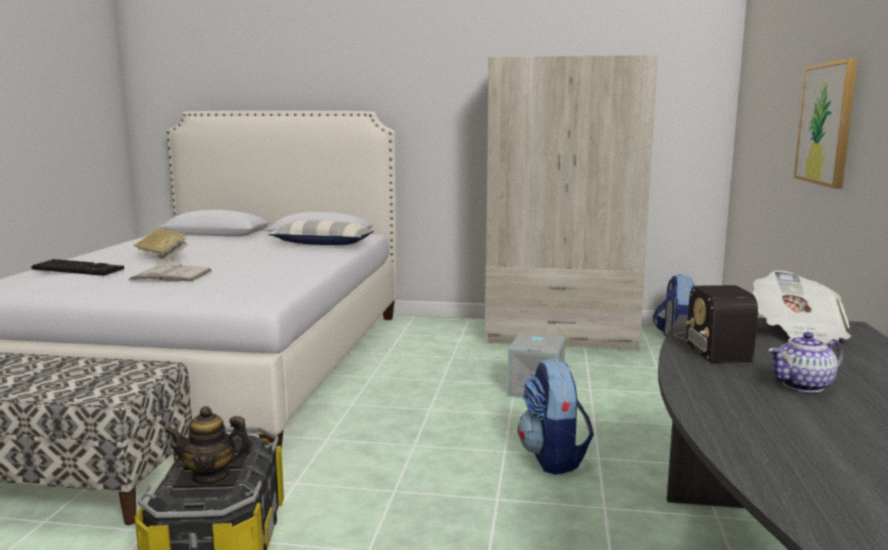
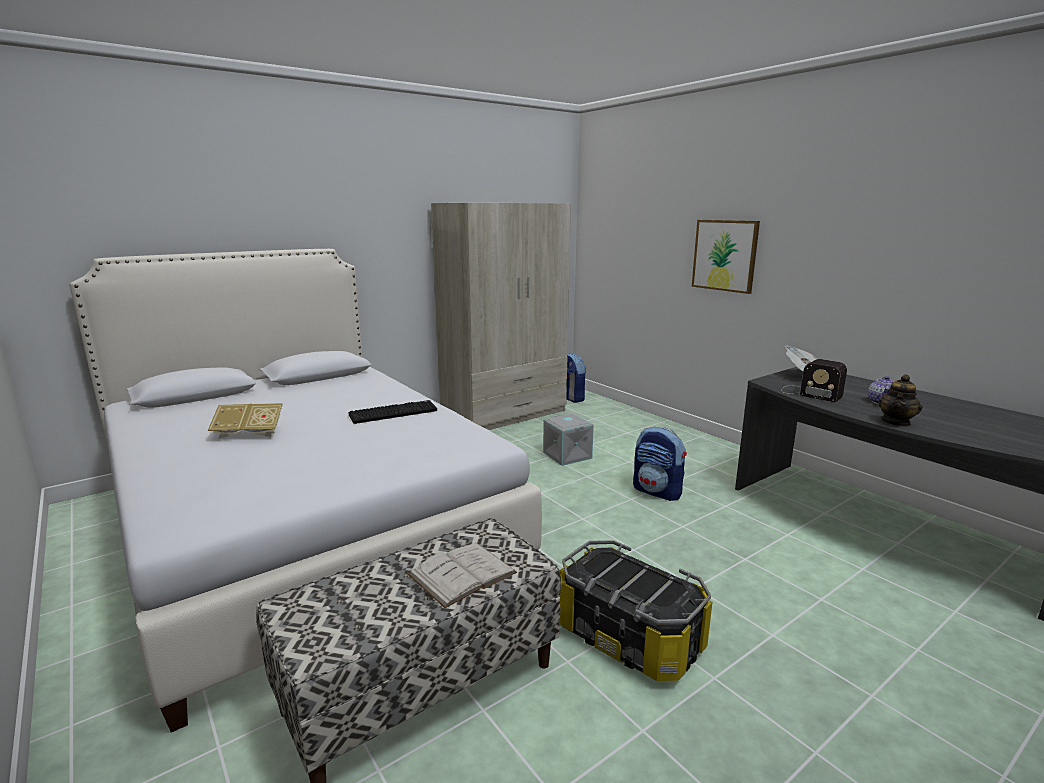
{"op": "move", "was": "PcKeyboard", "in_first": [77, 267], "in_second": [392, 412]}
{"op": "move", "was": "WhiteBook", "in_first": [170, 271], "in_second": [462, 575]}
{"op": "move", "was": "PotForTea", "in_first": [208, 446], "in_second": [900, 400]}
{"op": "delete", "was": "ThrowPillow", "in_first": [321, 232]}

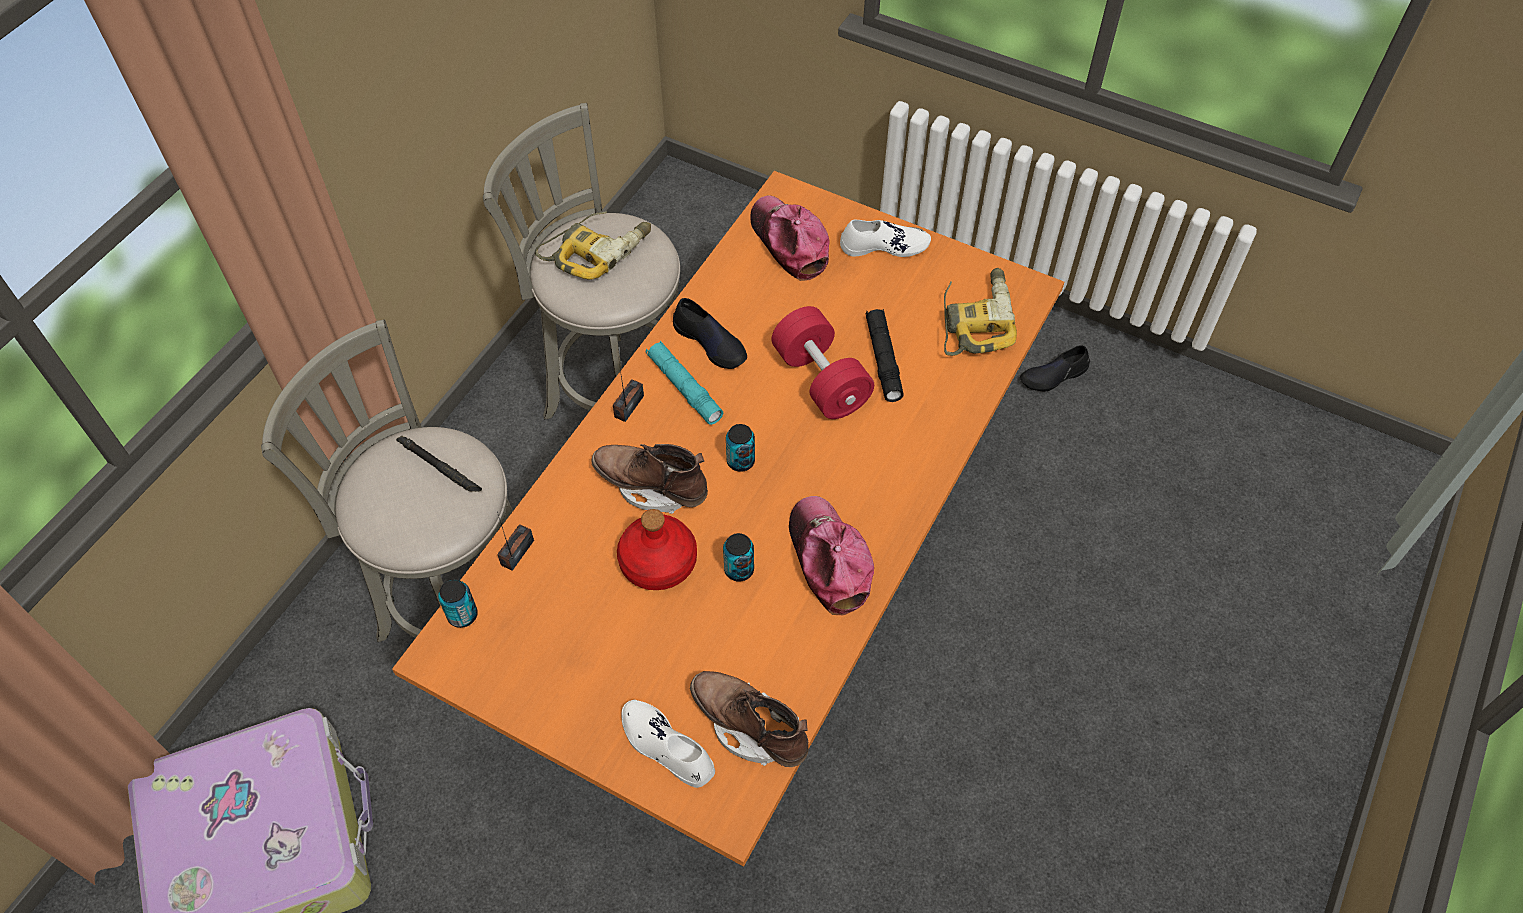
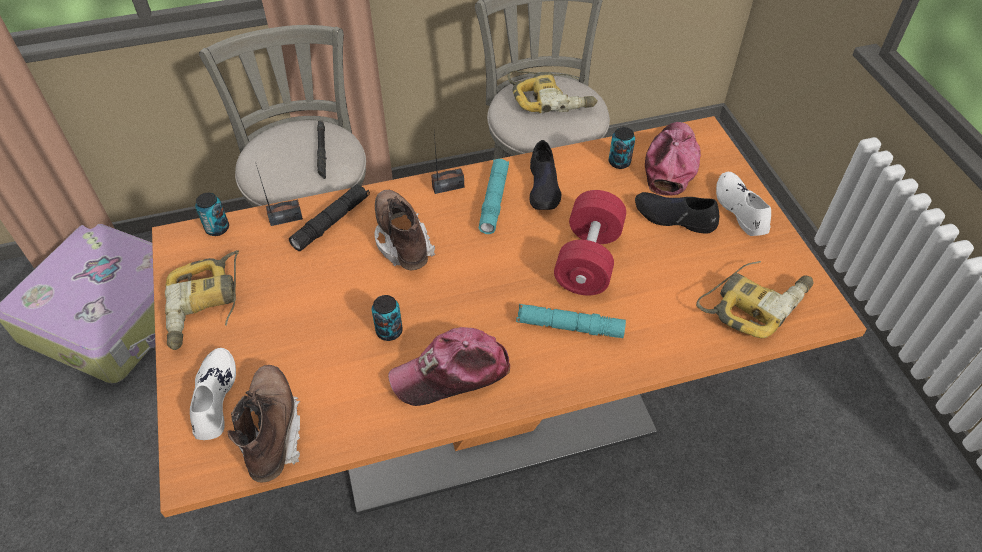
{"op": "insert", "now": "PowerDrill", "in_second": [202, 300]}
{"op": "move", "was": "BlackColouredTorch", "in_first": [885, 355], "in_second": [329, 217]}
{"op": "rotate", "was": "PeakedCap", "in_first": [831, 555], "in_second": [449, 366], "clockwise": -135}
{"op": "insert", "now": "TurquoiseTorch", "in_second": [571, 321]}
{"op": "move", "was": "Can", "in_first": [740, 448], "in_second": [622, 148]}
{"op": "move", "was": "BlackColouredItemOfFootwear", "in_first": [1055, 368], "in_second": [677, 212]}
{"op": "rotate", "was": "WhiteItemOfFootwear", "in_first": [885, 238], "in_second": [743, 204], "clockwise": -150}
{"op": "delete", "was": "RedColouredBeverageBottle", "in_first": [657, 549]}

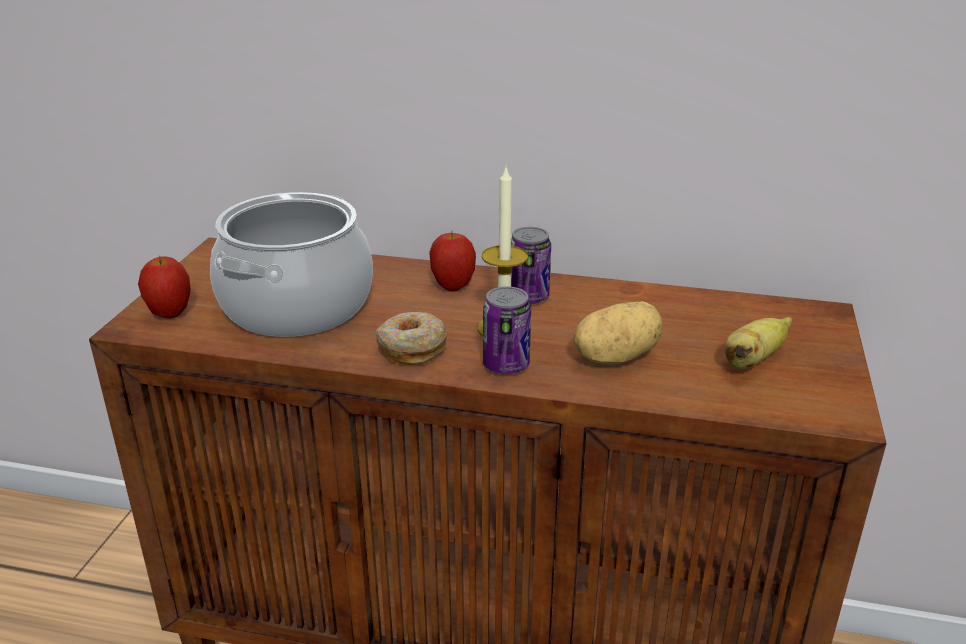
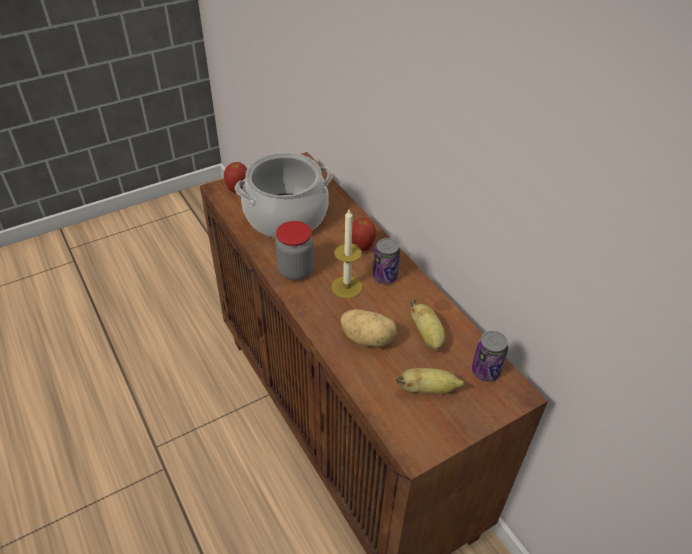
{"op": "replace", "was": "RingDoughnut", "now": "Jar", "in_first": [411, 338], "in_second": [294, 250]}
{"op": "insert", "now": "WholeBanana", "in_second": [427, 324]}
{"op": "move", "was": "Can", "in_first": [507, 330], "in_second": [490, 356]}

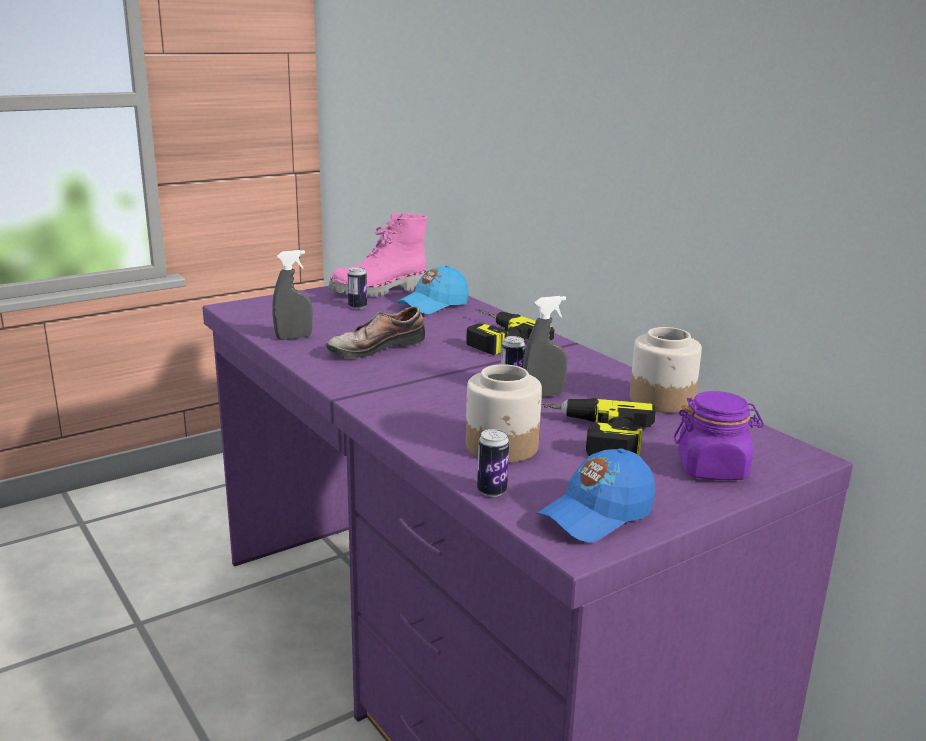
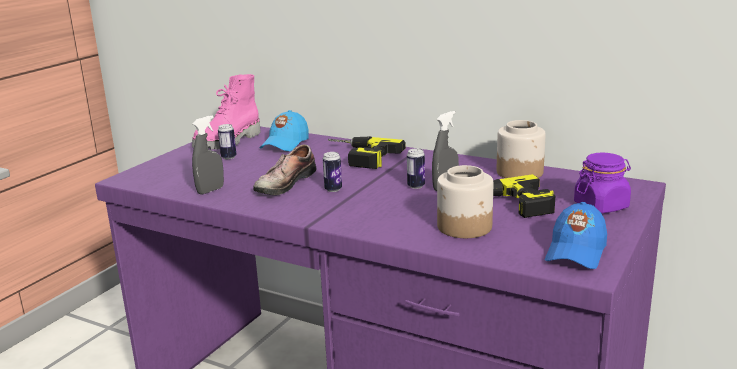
{"op": "move", "was": "Can", "in_first": [493, 463], "in_second": [332, 172]}

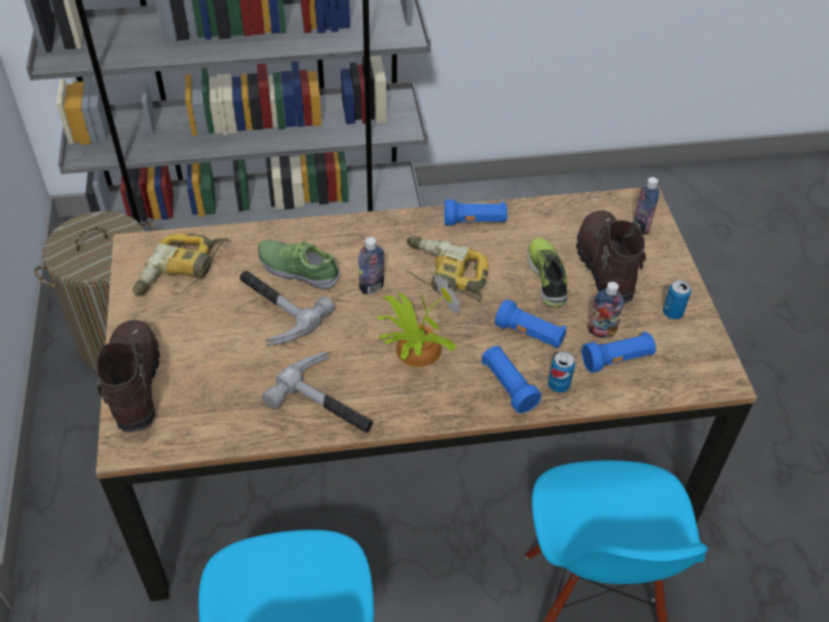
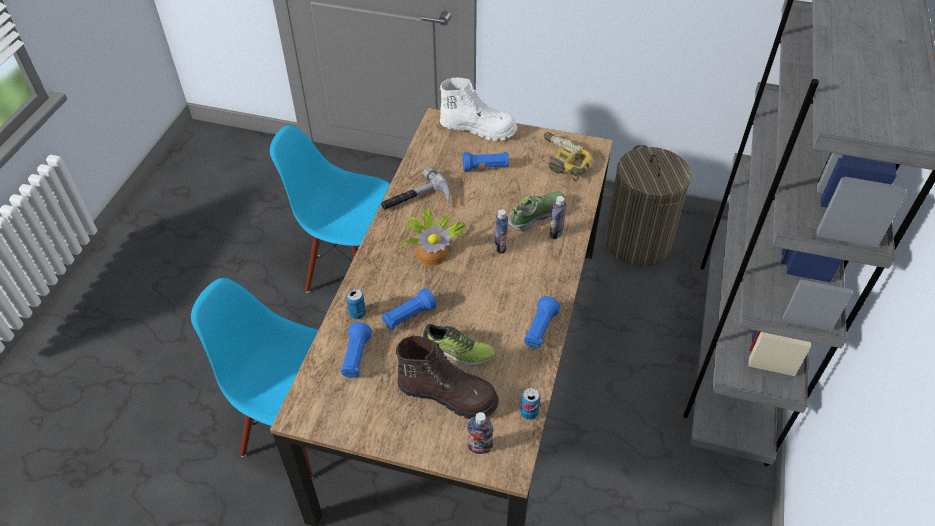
{"op": "recolor", "was": "BrownColouredTallBoot", "now": "WhiteTallBoot", "in_first": [128, 376], "in_second": [478, 109]}
{"op": "move", "was": "BlueTorch", "in_first": [511, 379], "in_second": [486, 162]}
{"op": "move", "was": "Can", "in_first": [677, 299], "in_second": [530, 404]}
{"op": "move", "was": "BeverageBottle", "in_first": [606, 310], "in_second": [558, 217]}
{"op": "delete", "was": "HandHammer", "in_first": [287, 308]}
{"op": "delete", "was": "PowerDrill", "in_first": [447, 269]}

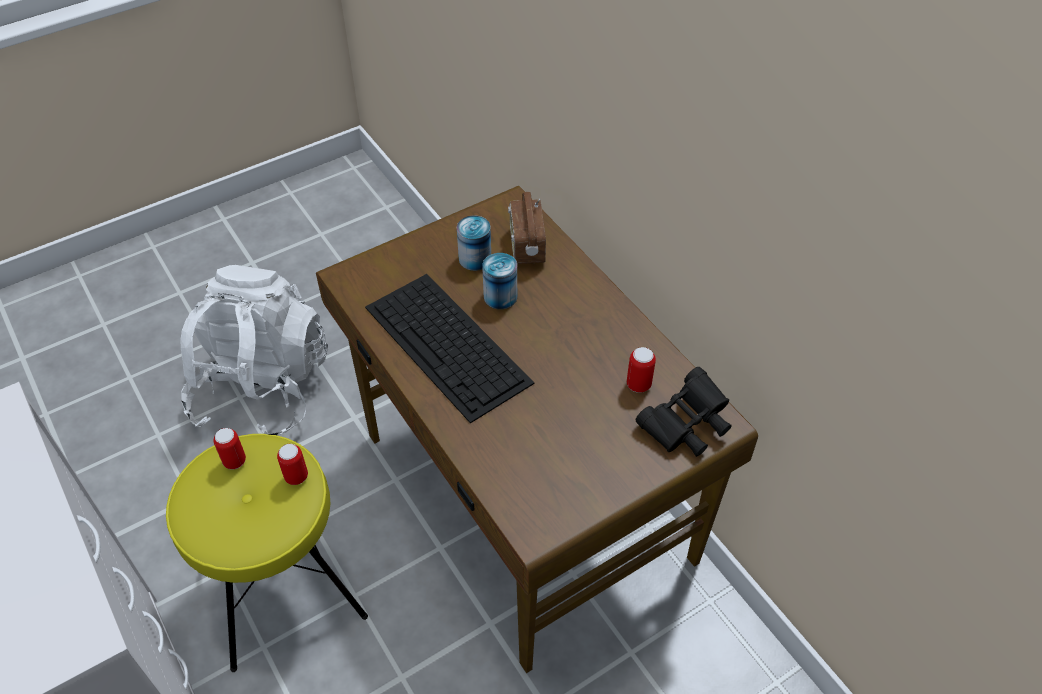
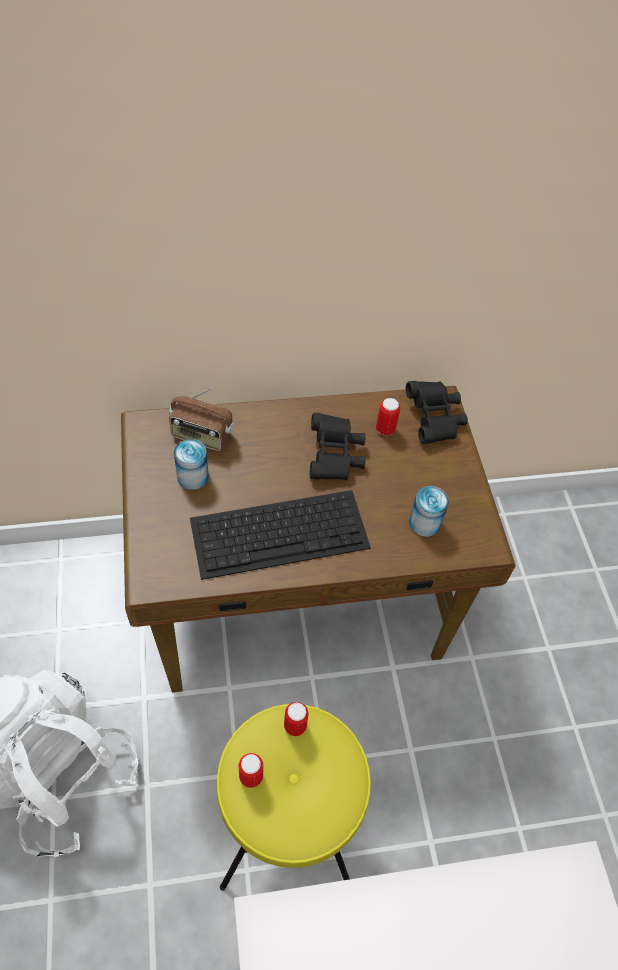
{"op": "insert", "now": "BlackColouredPairOfBinoculars", "in_second": [338, 446]}
{"op": "move", "was": "Can", "in_first": [499, 281], "in_second": [429, 511]}

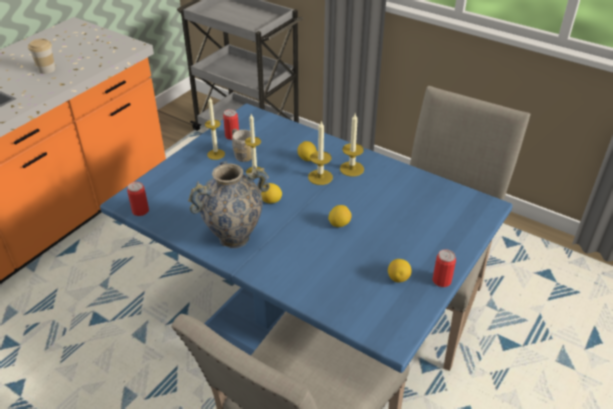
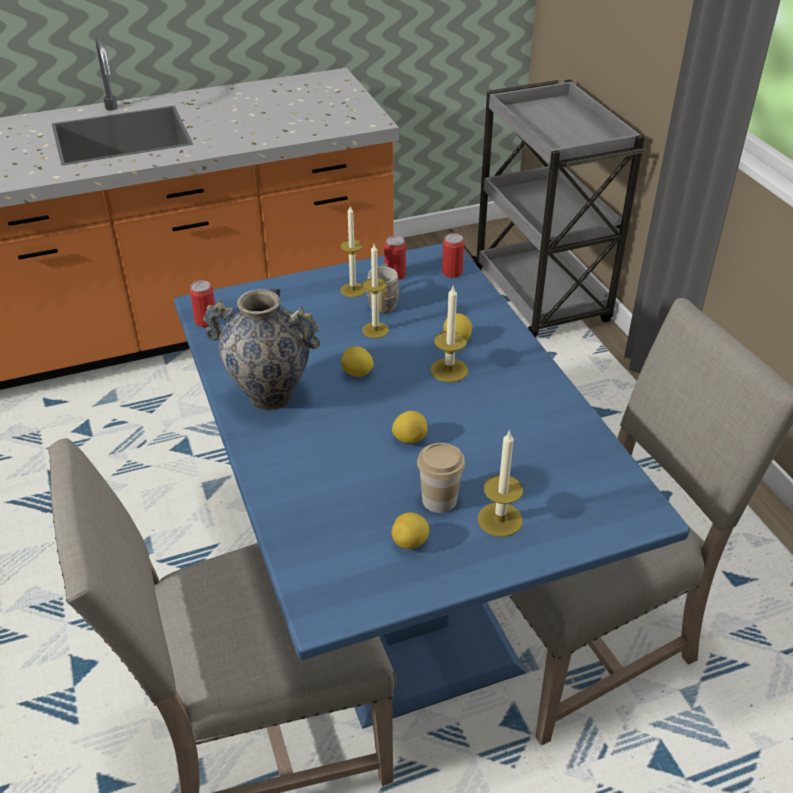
{"op": "move", "was": "SmallCup", "in_first": [42, 56], "in_second": [441, 478]}
{"op": "move", "was": "Can", "in_first": [444, 268], "in_second": [453, 255]}
{"op": "move", "was": "Candle", "in_first": [352, 145], "in_second": [500, 483]}

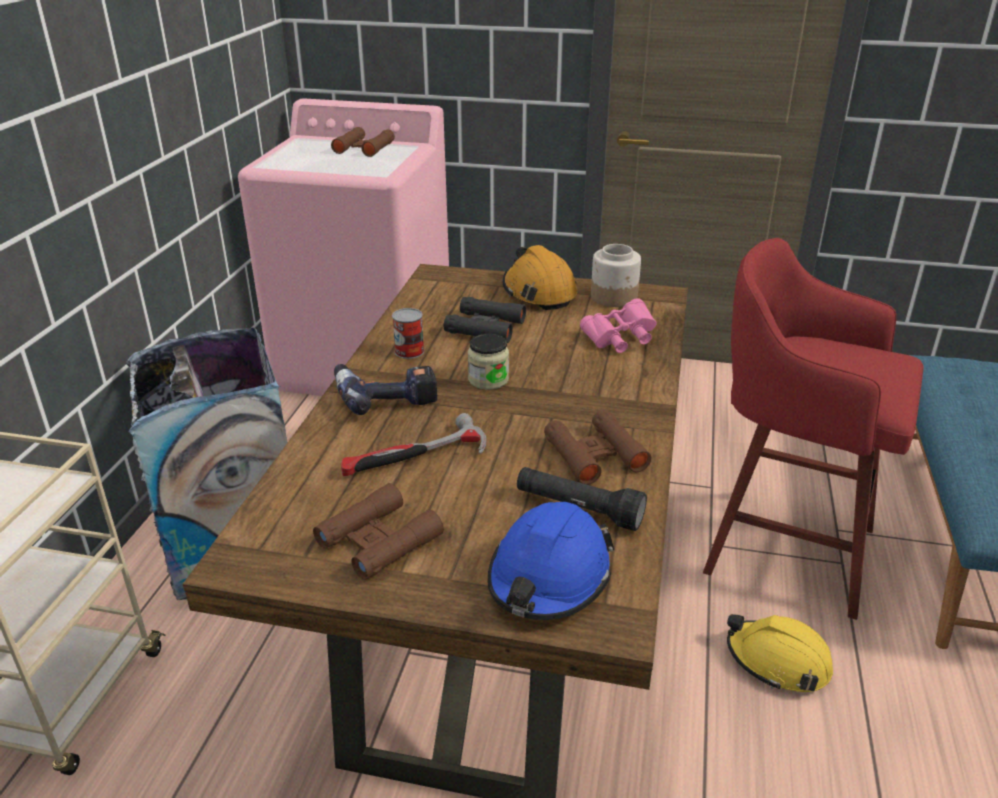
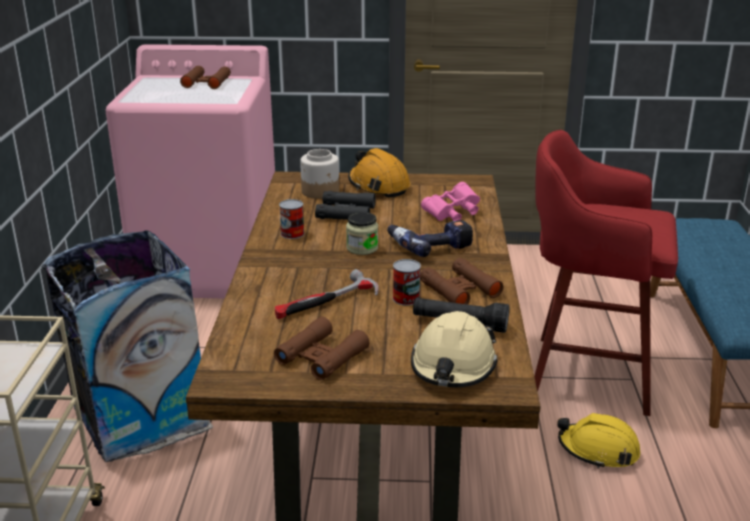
{"op": "move", "was": "Jar", "in_first": [616, 275], "in_second": [319, 174]}
{"op": "move", "was": "PowerDrill", "in_first": [386, 389], "in_second": [430, 238]}
{"op": "insert", "now": "Can", "in_second": [407, 282]}
{"op": "recolor", "was": "BlueWorkHelmet", "now": "SandColouredWorkHelmet", "in_first": [550, 561], "in_second": [454, 349]}

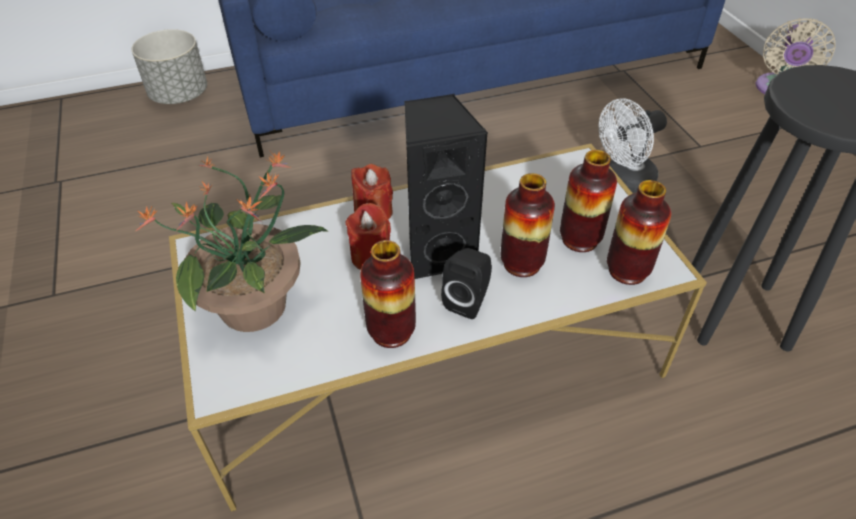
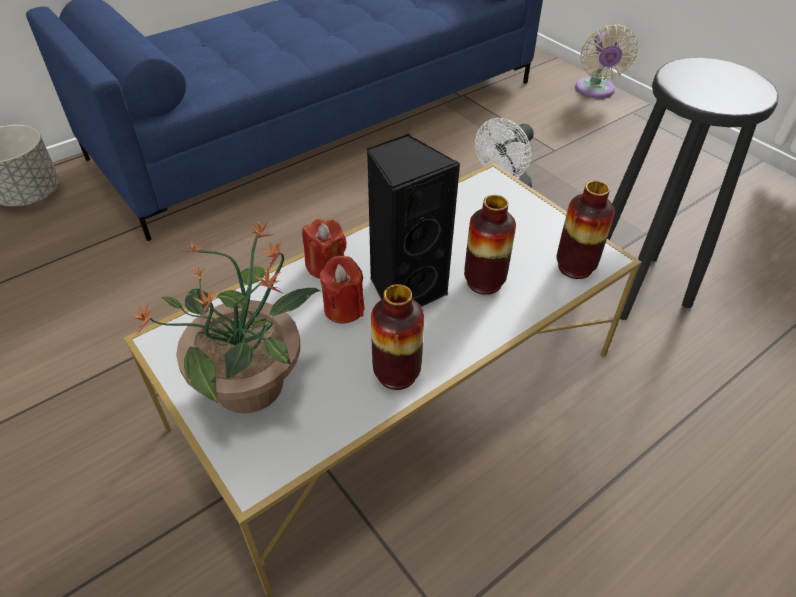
{"op": "delete", "was": "BlackColouredAudioSpeaker", "in_first": [466, 283]}
{"op": "delete", "was": "FlowerVase", "in_first": [588, 201]}

